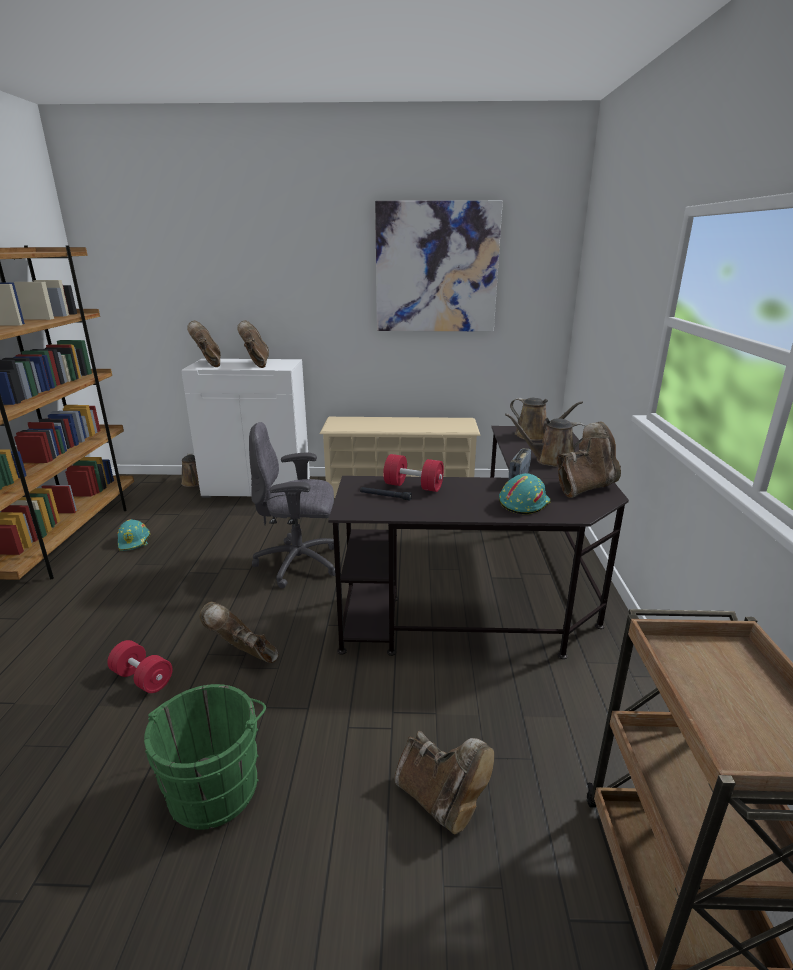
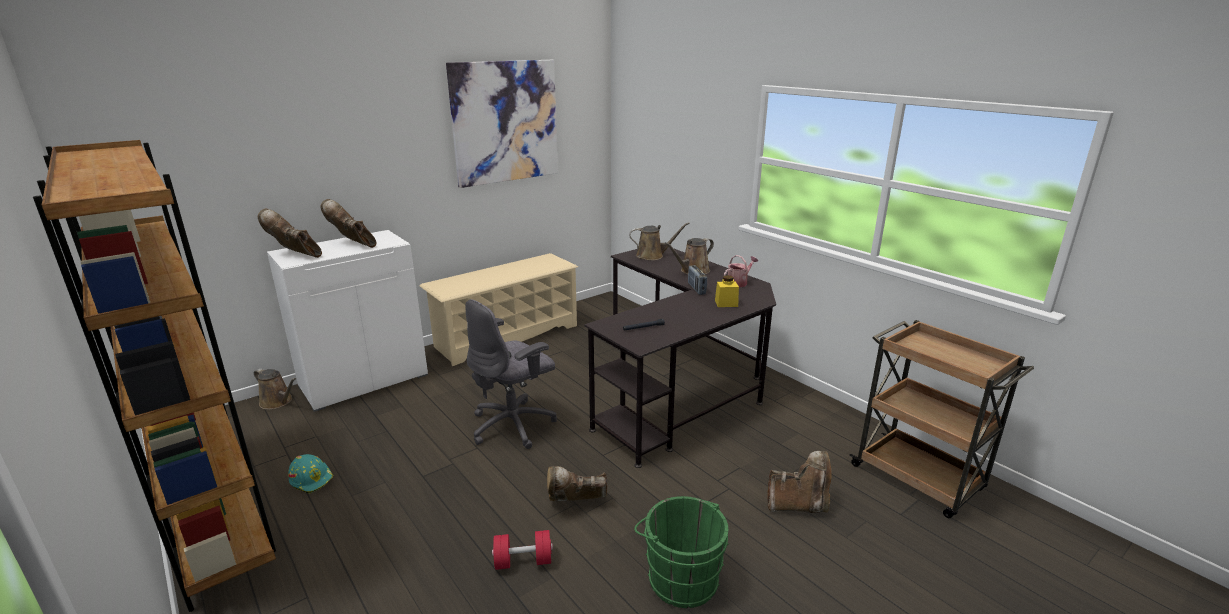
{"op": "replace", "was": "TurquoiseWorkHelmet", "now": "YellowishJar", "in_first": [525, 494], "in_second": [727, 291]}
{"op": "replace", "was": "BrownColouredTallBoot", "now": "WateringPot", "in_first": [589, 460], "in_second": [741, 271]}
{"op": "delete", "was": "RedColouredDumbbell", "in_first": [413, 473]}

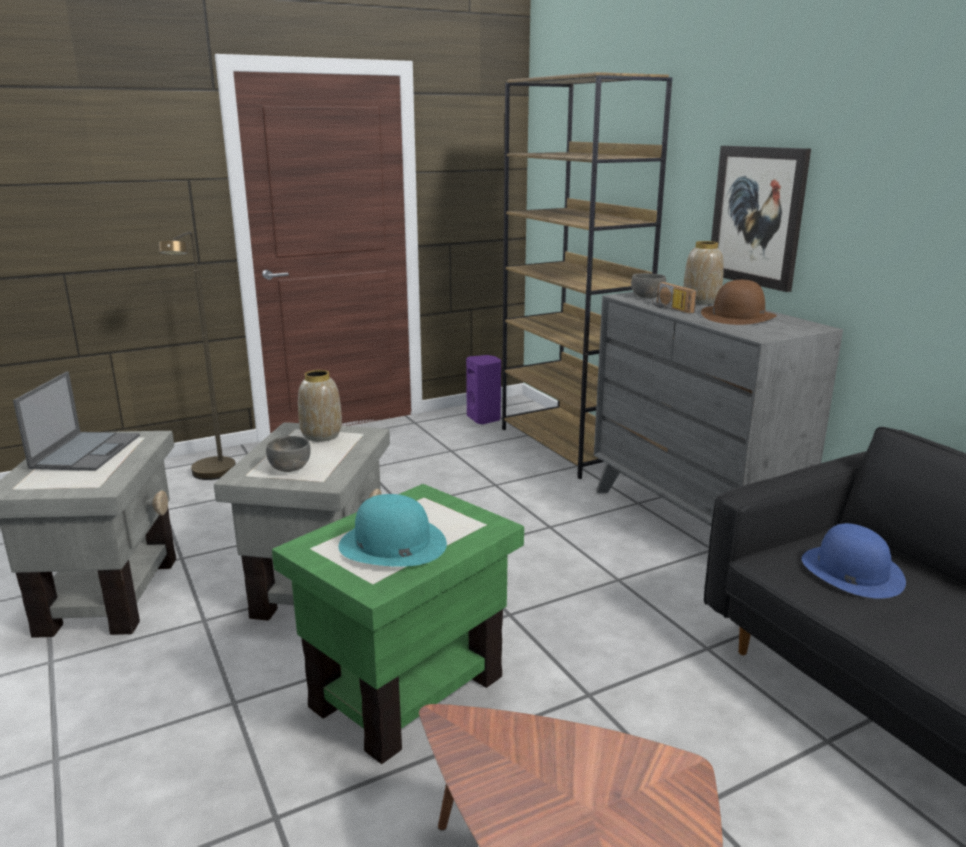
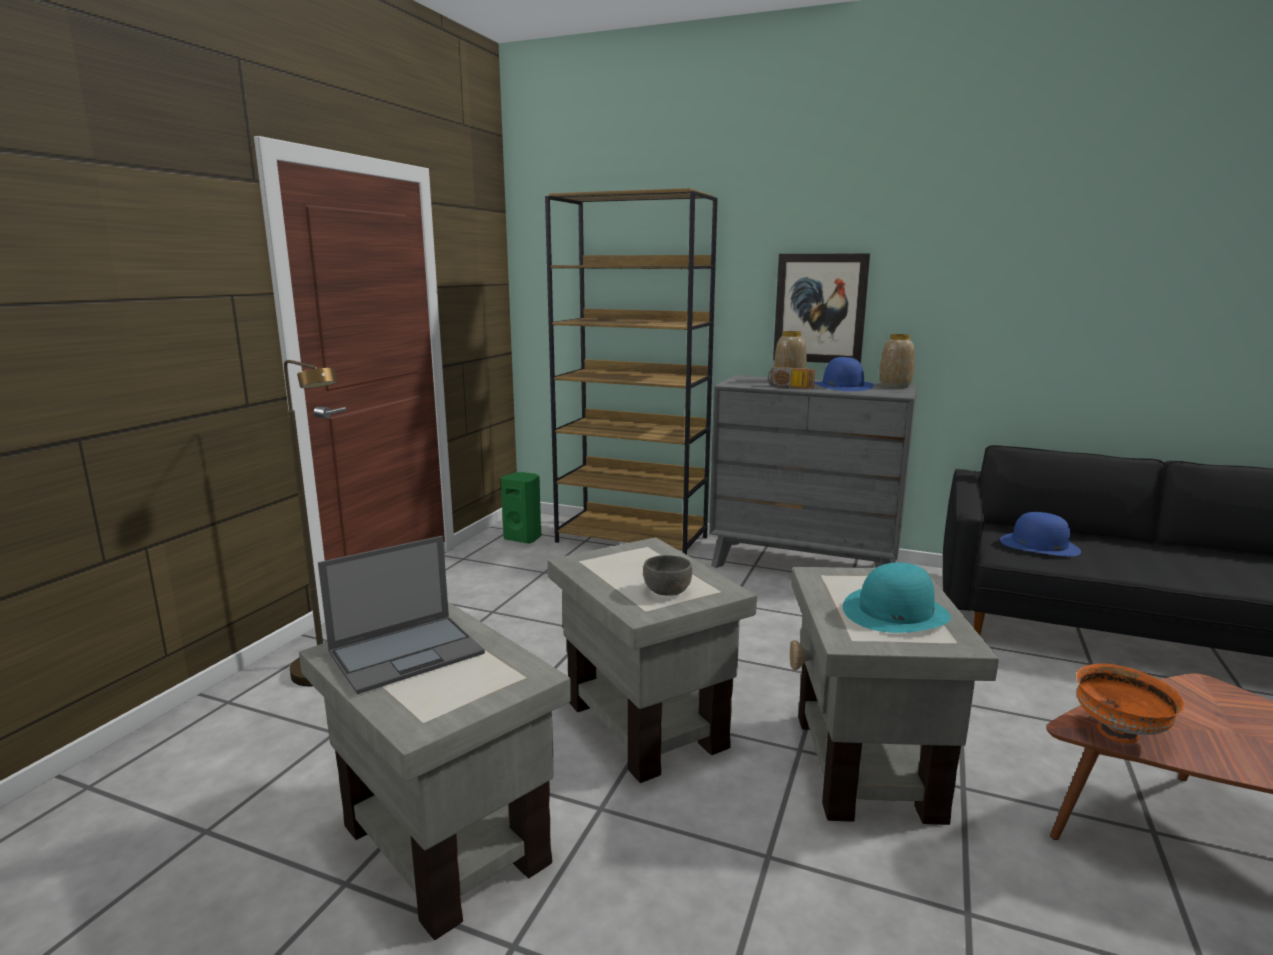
{"op": "rotate", "was": "Laptop", "in_first": [76, 421], "in_second": [401, 615], "clockwise": 90}
{"op": "recolor", "was": "PurpleAudioSpeaker", "now": "GreenColouredAudioSpeaker", "in_first": [483, 389], "in_second": [521, 507]}
{"op": "recolor", "was": "GreenColouredAccentTable", "now": "GreyishAccentTable", "in_first": [398, 624], "in_second": [894, 696]}
{"op": "recolor", "was": "BrownColouredClothingHat", "now": "BlueClothingHat", "in_first": [739, 302], "in_second": [844, 374]}
{"op": "move", "was": "FlowerVase", "in_first": [320, 406], "in_second": [897, 361]}
{"op": "insert", "now": "OrangeColouredDeepDish", "in_second": [1130, 703]}
{"op": "delete", "was": "GreyishDeepDish", "in_first": [648, 285]}

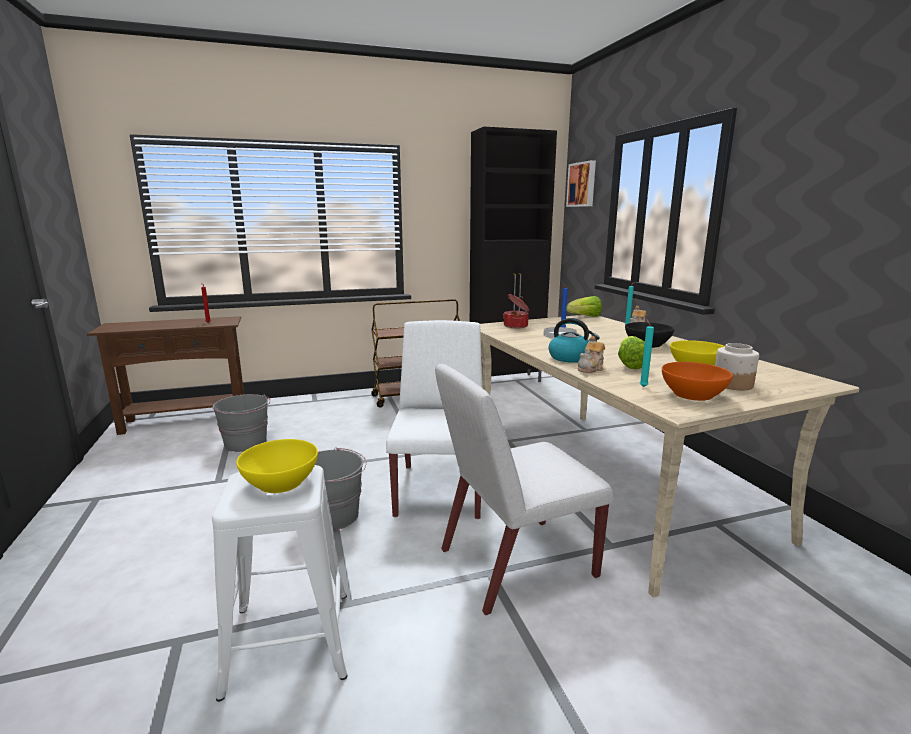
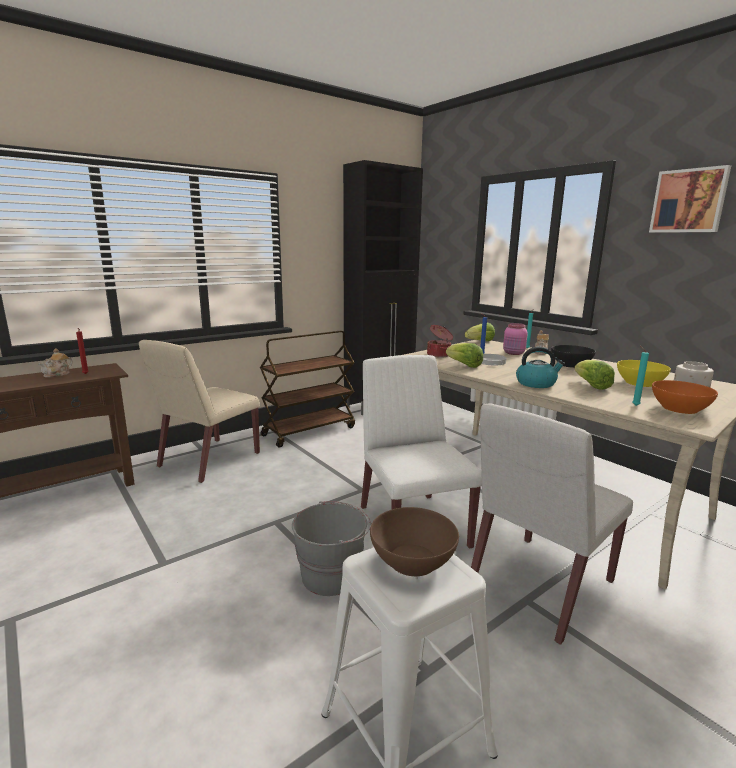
{"op": "move", "was": "PotForTea", "in_first": [591, 354], "in_second": [55, 363]}
{"op": "insert", "now": "SandColouredUprightChair", "in_second": [199, 411]}
{"op": "recolor", "was": "YellowishDeepDish", "now": "BrownColouredDeepDish", "in_first": [277, 466], "in_second": [414, 541]}
{"op": "insert", "now": "HeadOfLettuce", "in_second": [464, 355]}
{"op": "insert", "now": "PinkColouredJar", "in_second": [515, 339]}
{"op": "move", "was": "WallPicture", "in_first": [581, 183], "in_second": [690, 199]}
{"op": "delete", "was": "GreyishBucket", "in_first": [241, 423]}

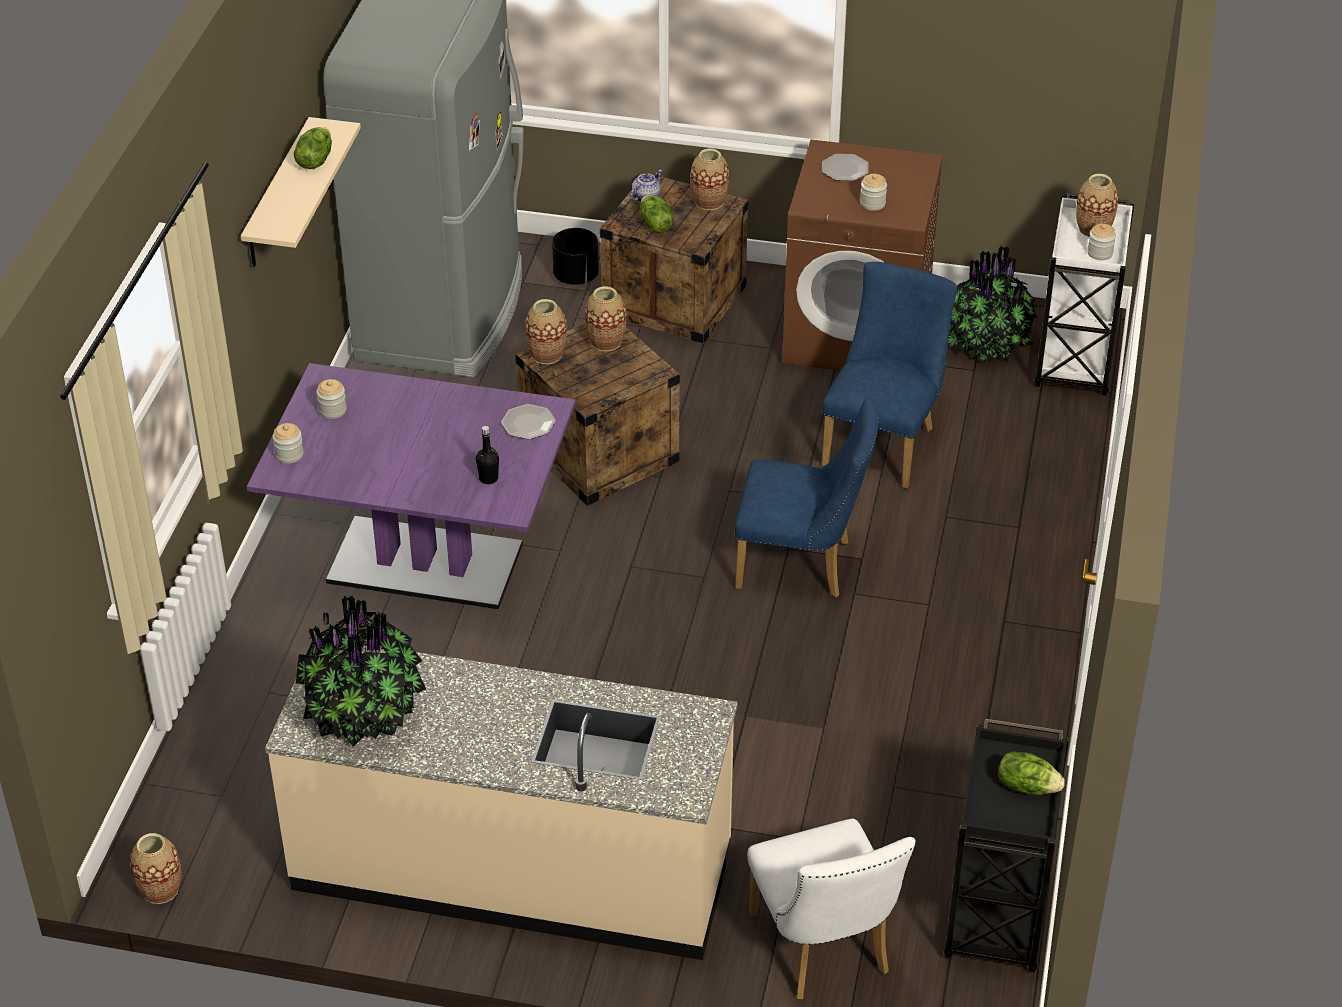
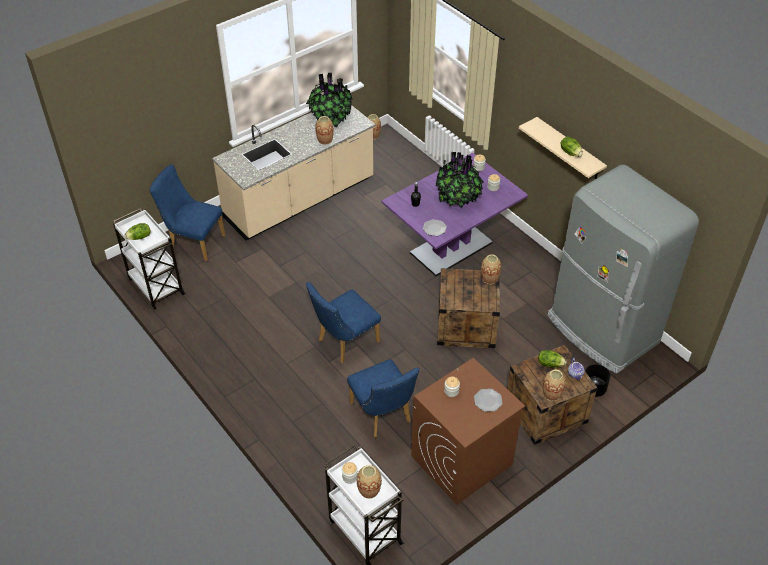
{"op": "recolor", "was": "BlackColouredCart", "now": "WhiteCart", "in_first": [1006, 845], "in_second": [149, 259]}
{"op": "recolor", "was": "WhiteUprightChair", "now": "BlueUprightChair", "in_first": [831, 909], "in_second": [187, 212]}
{"op": "move", "was": "FlowerVase", "in_first": [605, 318], "in_second": [324, 130]}
{"op": "move", "was": "PlantInAPot", "in_first": [992, 305], "in_second": [460, 179]}

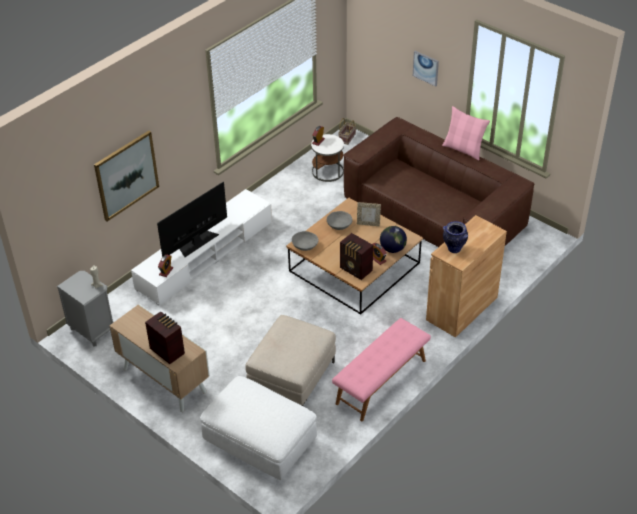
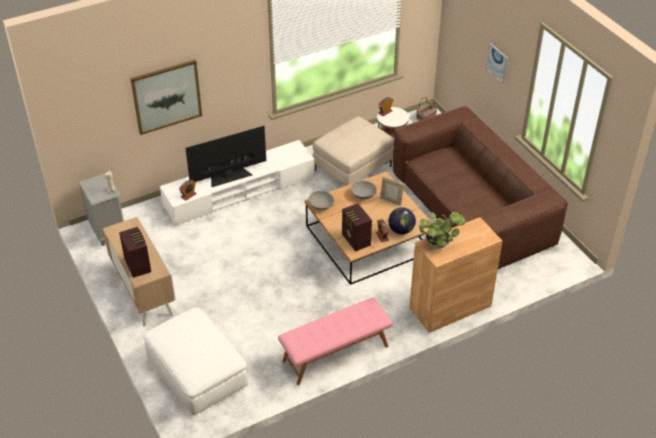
{"op": "move", "was": "SandColouredFootrest", "in_first": [290, 360], "in_second": [353, 151]}
{"op": "replace", "was": "FlowerVase", "now": "PlantInAPot", "in_first": [455, 237], "in_second": [442, 230]}
{"op": "delete", "was": "PinkColouredThrowPillow", "in_first": [466, 133]}

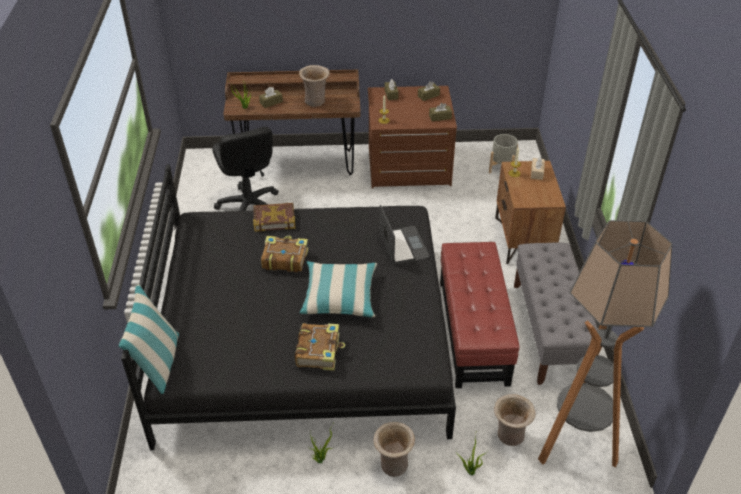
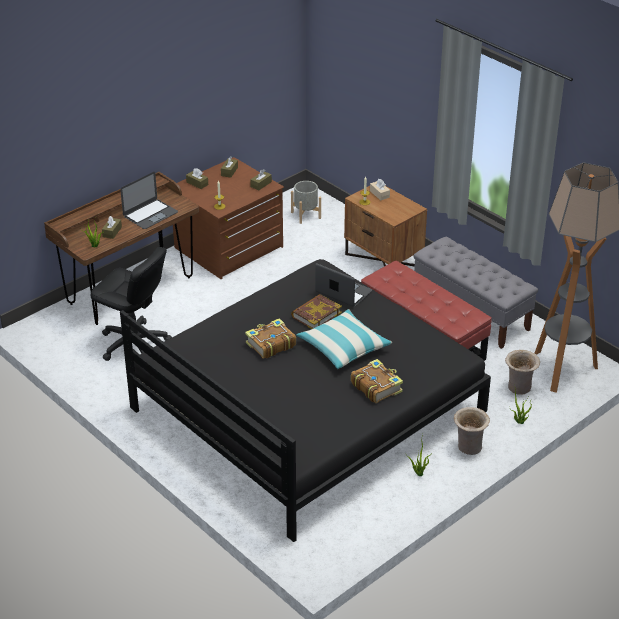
{"op": "replace", "was": "SandColouredFlowerVase", "now": "Laptop", "in_first": [314, 86], "in_second": [149, 200]}
{"op": "move", "was": "Book", "in_first": [274, 217], "in_second": [316, 311]}
{"op": "delete", "was": "ThrowPillow", "in_first": [149, 339]}

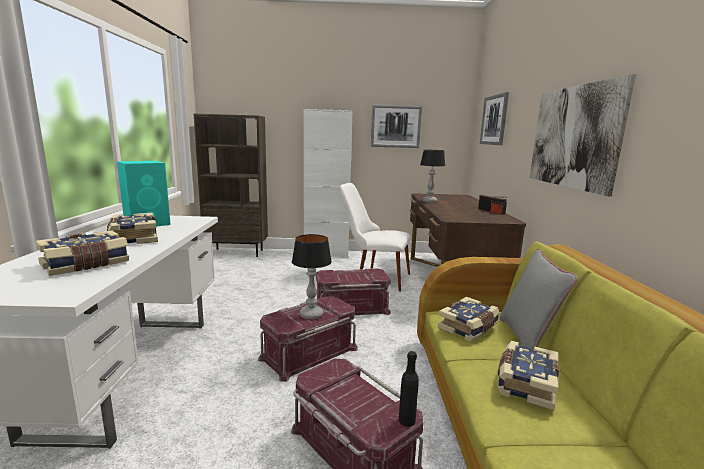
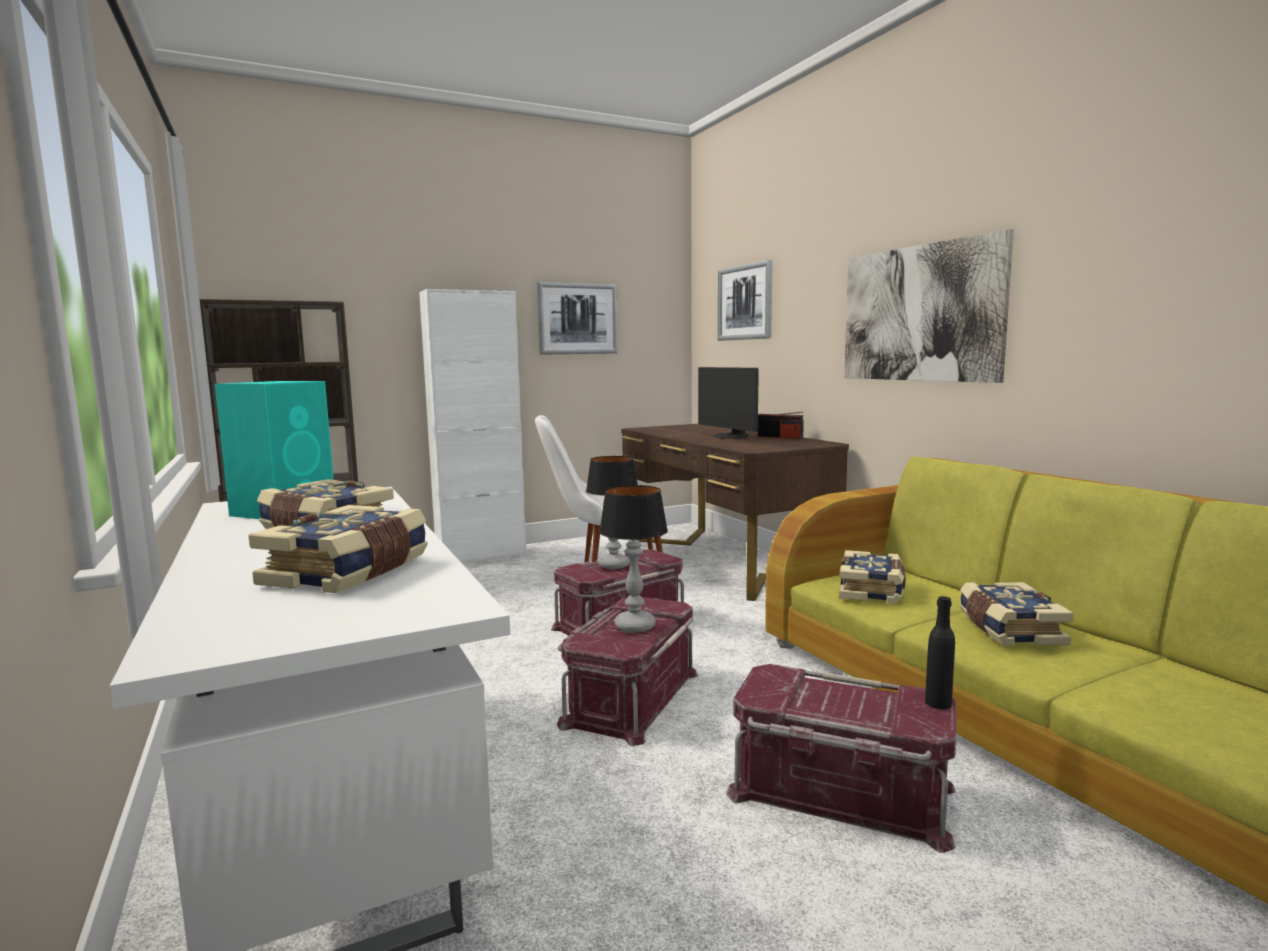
{"op": "move", "was": "LampForATable", "in_first": [432, 176], "in_second": [612, 512]}
{"op": "insert", "now": "Monitor", "in_second": [728, 403]}
{"op": "delete", "was": "GreyishThrowPillow", "in_first": [539, 299]}

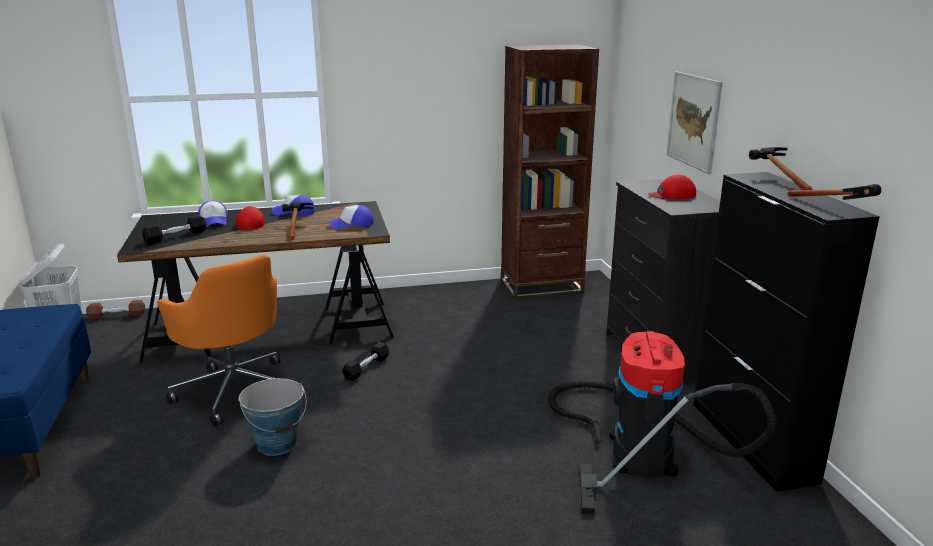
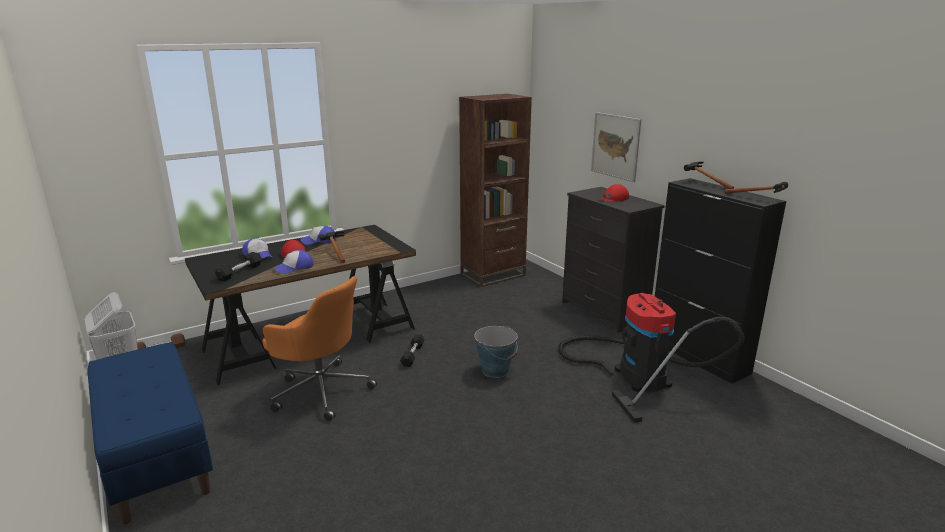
{"op": "move", "was": "PeakedCap", "in_first": [351, 217], "in_second": [293, 262]}
{"op": "move", "was": "Bucket", "in_first": [273, 417], "in_second": [496, 352]}

